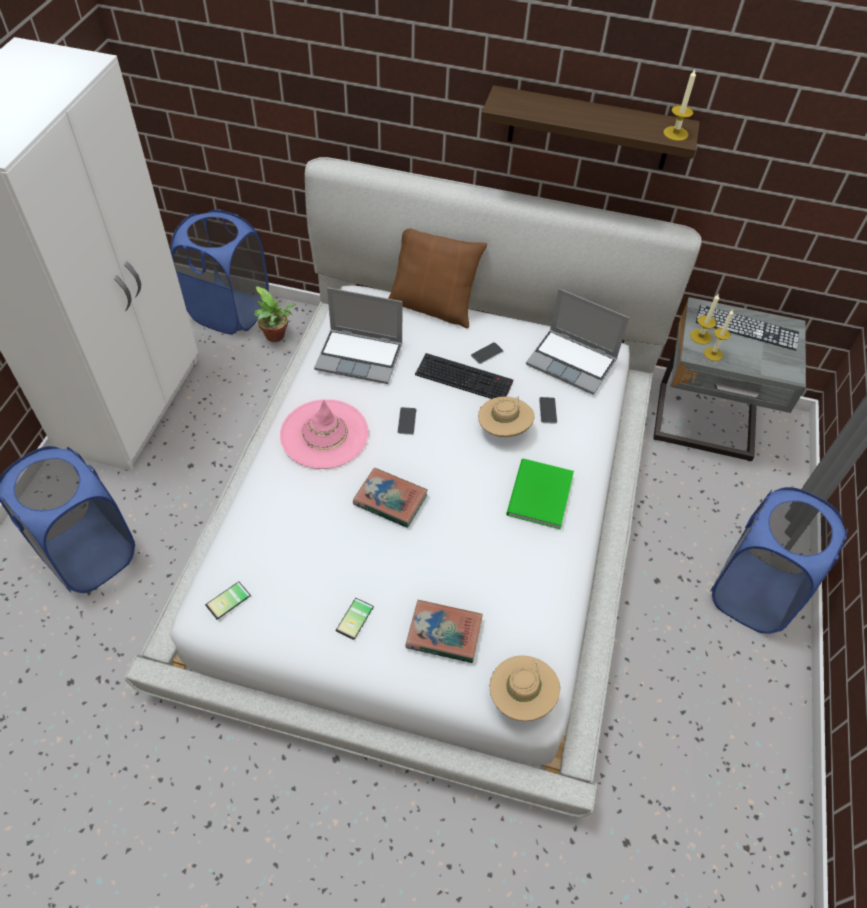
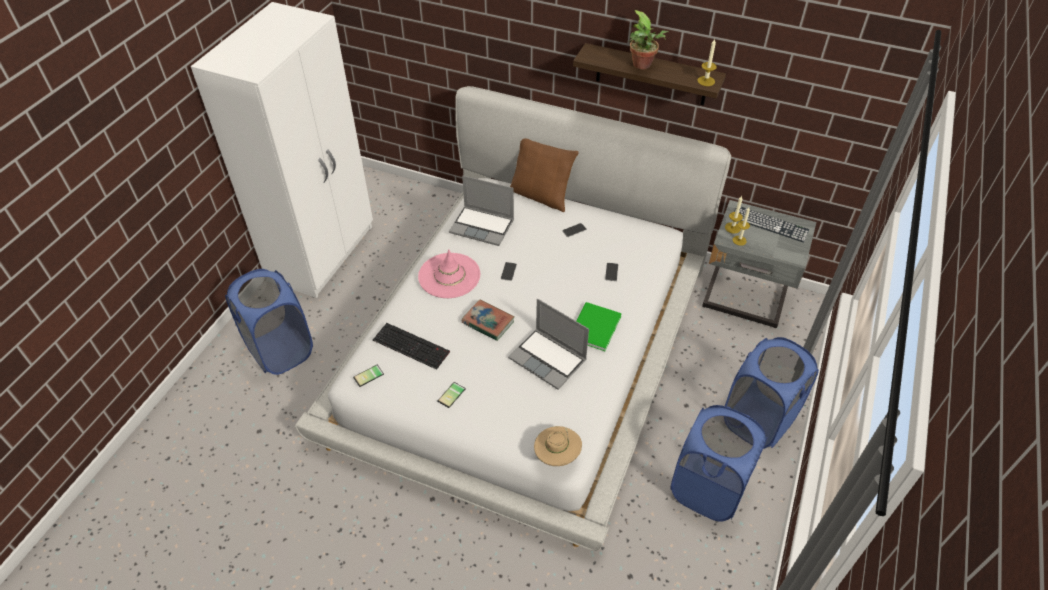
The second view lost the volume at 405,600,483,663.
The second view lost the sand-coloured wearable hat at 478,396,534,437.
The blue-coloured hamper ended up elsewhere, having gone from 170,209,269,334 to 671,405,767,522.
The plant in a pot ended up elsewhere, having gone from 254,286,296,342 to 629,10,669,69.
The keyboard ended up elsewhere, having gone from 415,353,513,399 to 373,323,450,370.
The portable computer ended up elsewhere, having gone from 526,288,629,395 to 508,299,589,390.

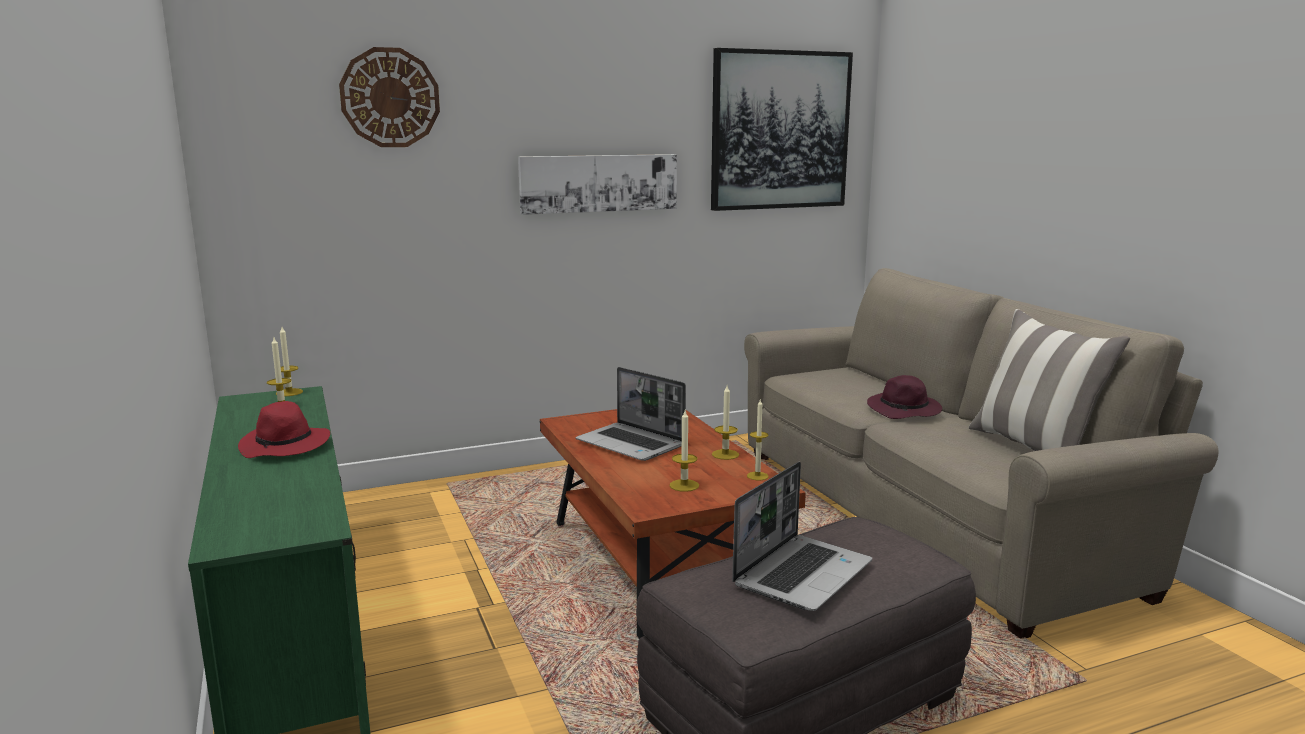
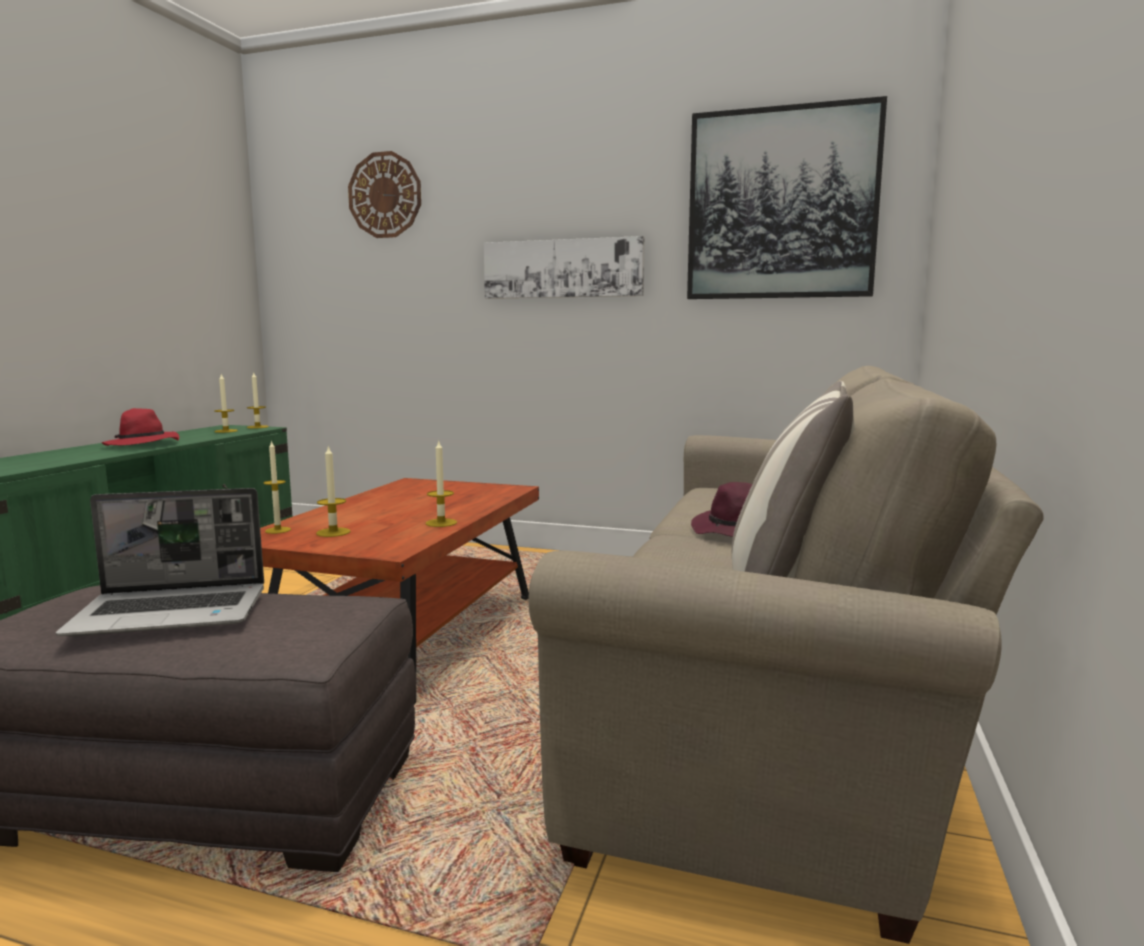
The second view lost the portable computer at 575,367,686,461.
The wax light ended up elsewhere, having gone from 747,400,768,480 to 263,440,291,534.

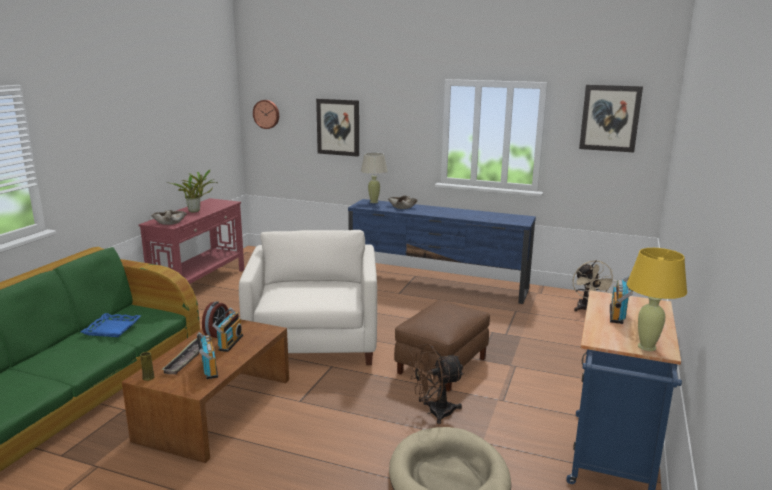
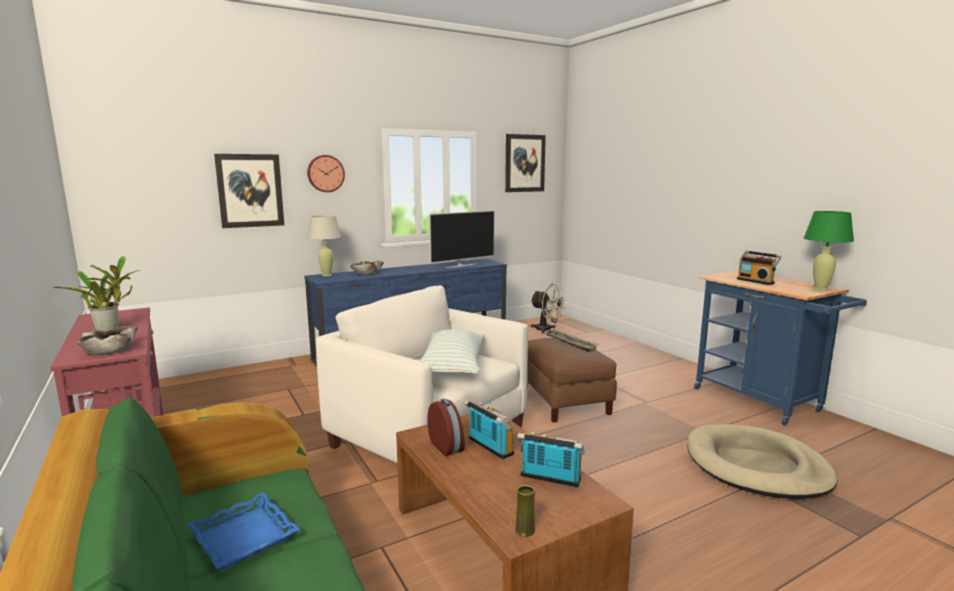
The second view lost the brownish electric fan at 409,344,465,424.
The second view gained the pillow at 420,329,485,375.
The second view gained the TV set at 429,210,495,268.
The carrying tray ended up elsewhere, having gone from 161,338,212,375 to 545,330,598,352.
The wall clock ended up elsewhere, having gone from 253,100,279,129 to 307,155,345,192.
What was the yellow-coloured tabletop lamp at 627,248,687,351 turned into the greenish tabletop lamp at 804,211,854,290.

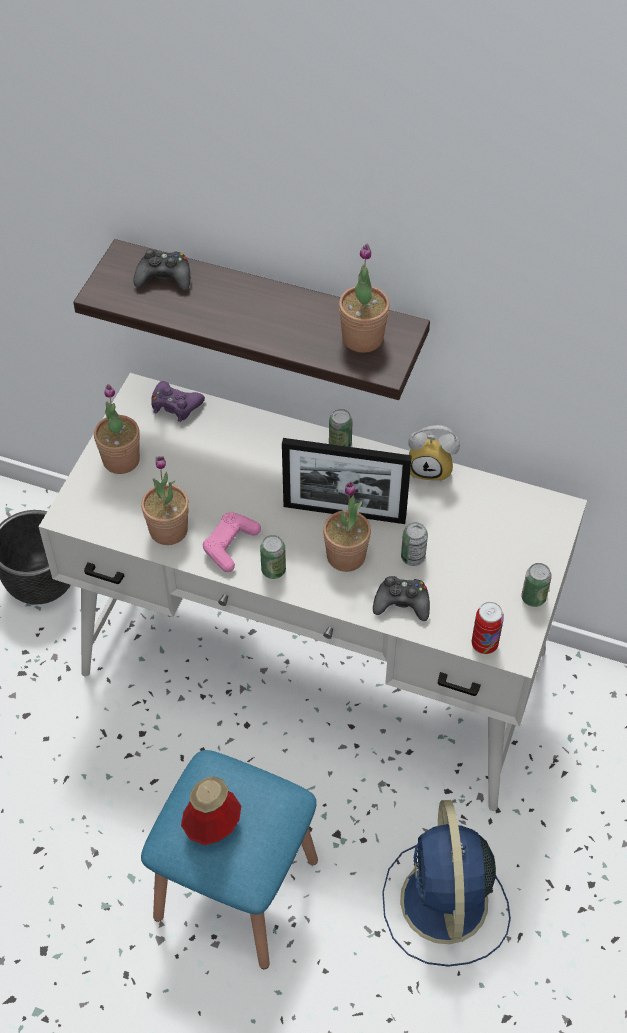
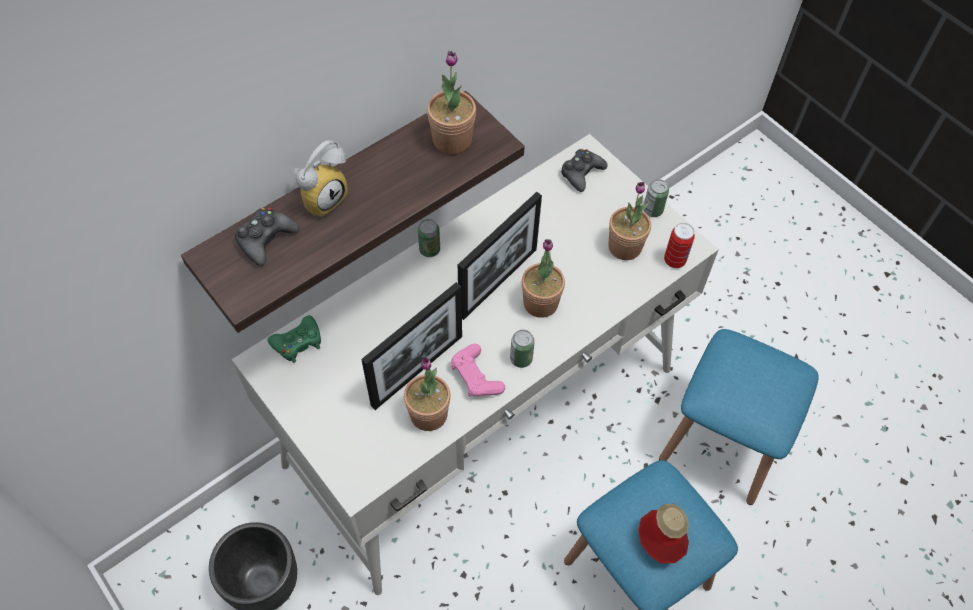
The second view lost the sealed can at 401,522,428,566.
The second view gained the picture frame at 361,282,462,410.
The plant in a pot ended up elsewhere, having gone from 94,384,140,474 to 608,182,651,260.
The black gamepad ended up elsewhere, having gone from 373,576,430,621 to 561,149,608,192.
The bedside clock ended up elsewhere, having gone from 409,425,460,482 to 293,140,348,217.
Where the blue-coloured electric fan stood at 382,800,511,967, the blue-coloured sitting stool came to stand at 659,329,819,505.
What was the purple gamepad at 151,381,205,422 turned into the greenish gamepad at 267,315,321,363.

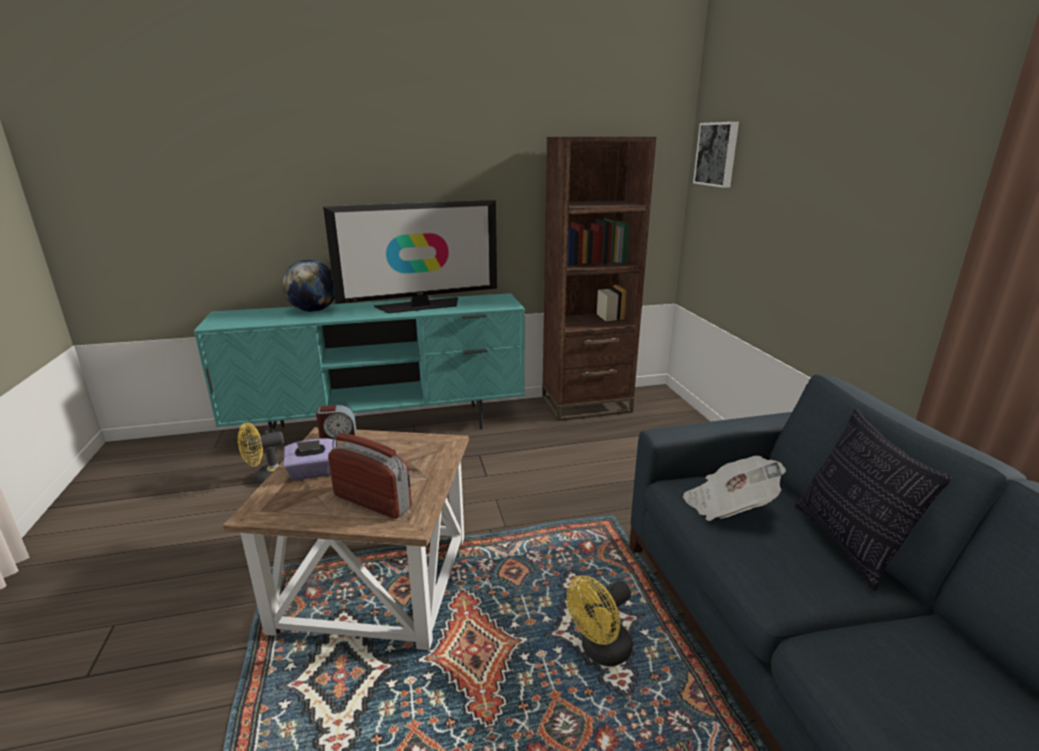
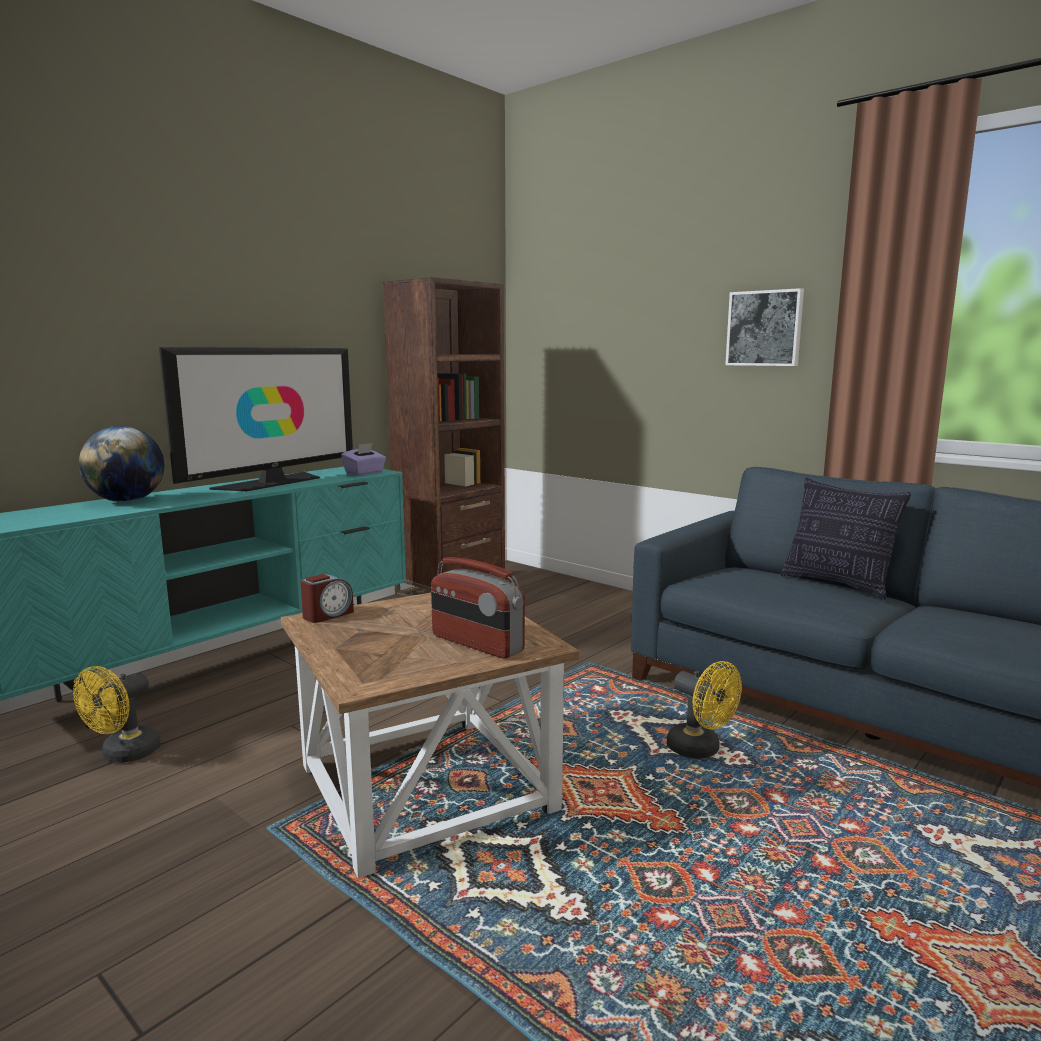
The second view lost the printed paper at 683,456,786,521.
The purple box of tissues ended up elsewhere, having gone from 284,438,336,480 to 341,443,386,476.
The picture ended up elsewhere, having gone from 693,122,739,188 to 725,288,804,366.
The radio at 328,433,412,519 ended up facing another way, 135 degrees counterclockwise from before.
The yellow-coloured electric fan at 567,575,633,666 ended up facing another way, 60 degrees counterclockwise from before.

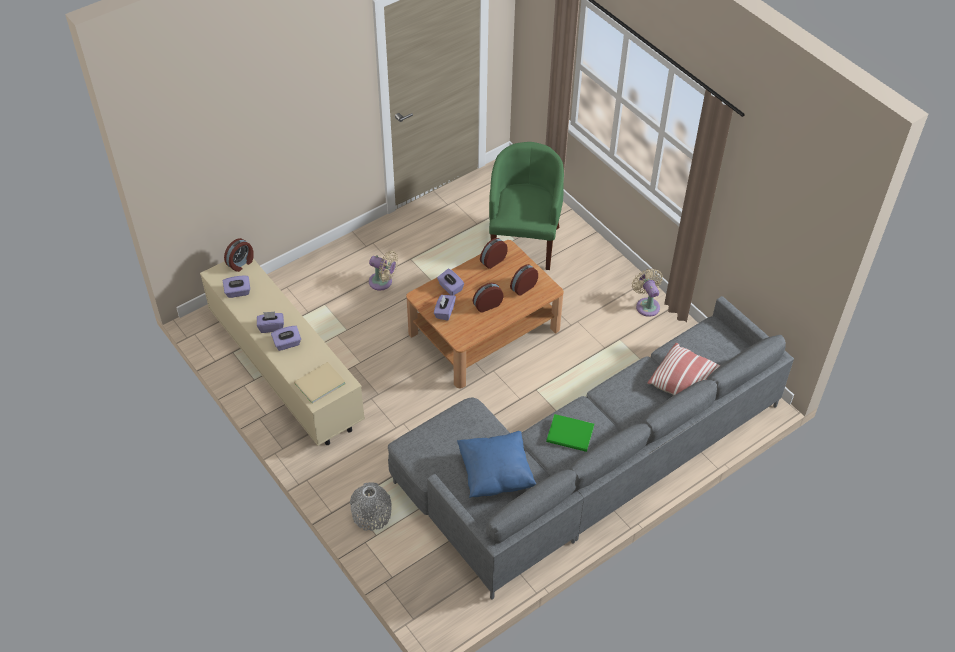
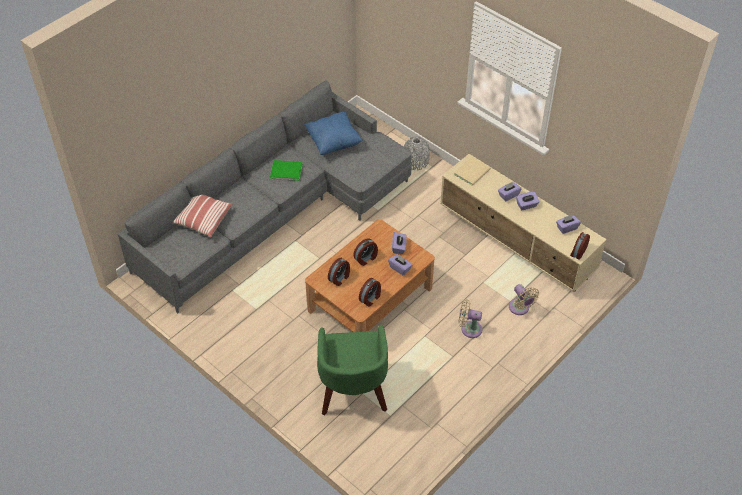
The sand-coloured electric fan ended up elsewhere, having gone from 632,268,663,317 to 509,284,539,315.

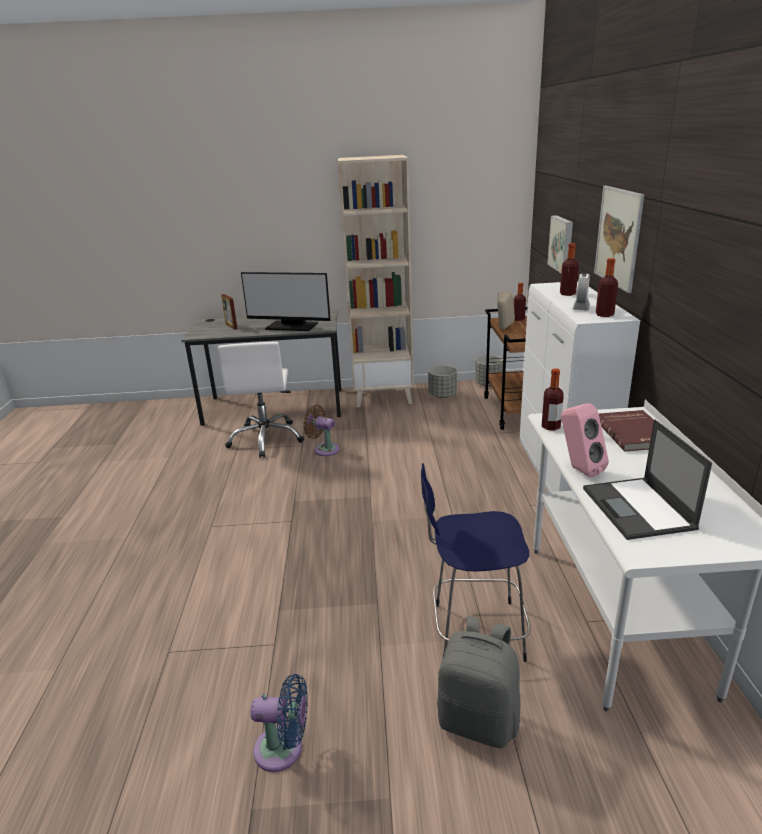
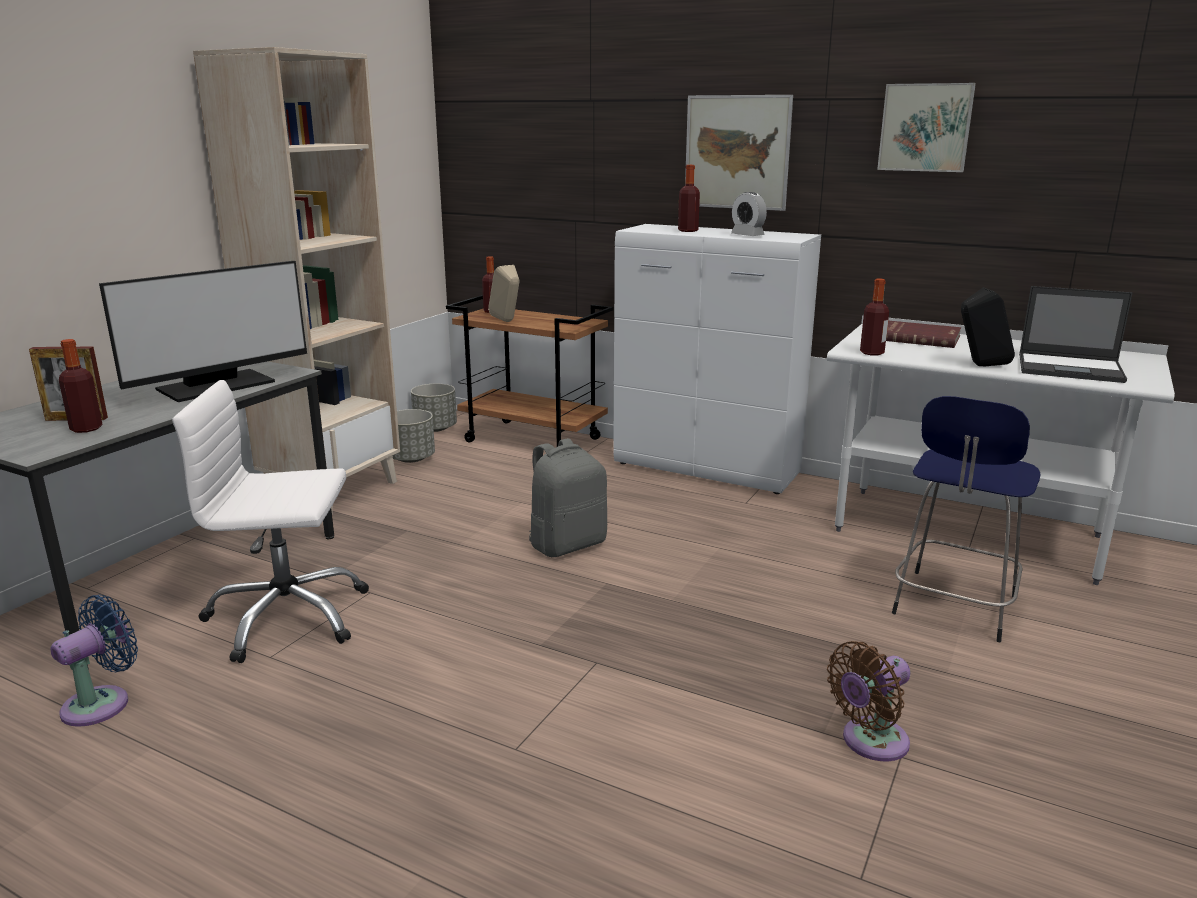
The blue-coloured electric fan ended up elsewhere, having gone from 250,674,308,772 to 50,595,138,727.
The brownish electric fan ended up elsewhere, having gone from 303,405,340,456 to 827,641,910,761.
The gray backpack ended up elsewhere, having gone from 437,616,520,748 to 529,438,607,557.
The picture ended up elsewhere, having gone from 547,215,573,273 to 877,83,976,172.
The drink bottle ended up elsewhere, having gone from 596,258,618,317 to 59,339,102,433.
What was the pink-coloured speaker at 561,403,609,478 turned into the black speaker at 961,287,1015,366.
The whitish office chair at 218,342,304,458 ended up facing another way, 150 degrees clockwise from before.

